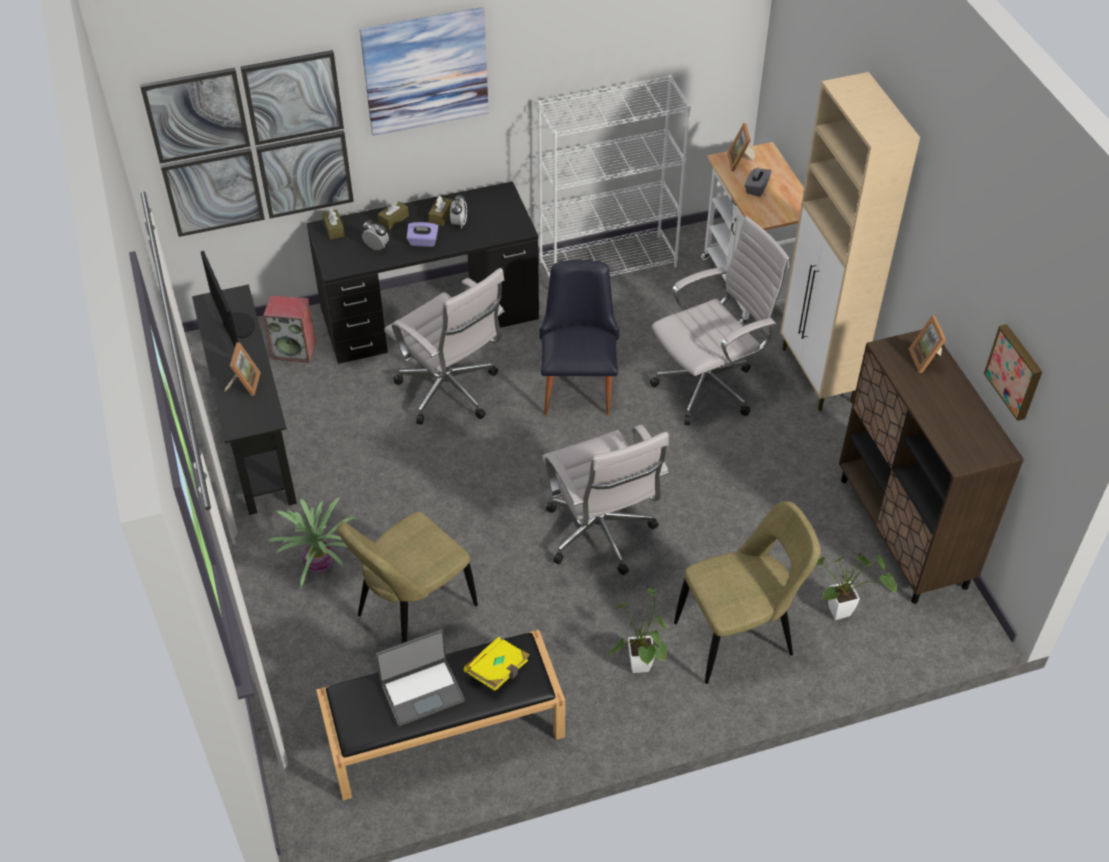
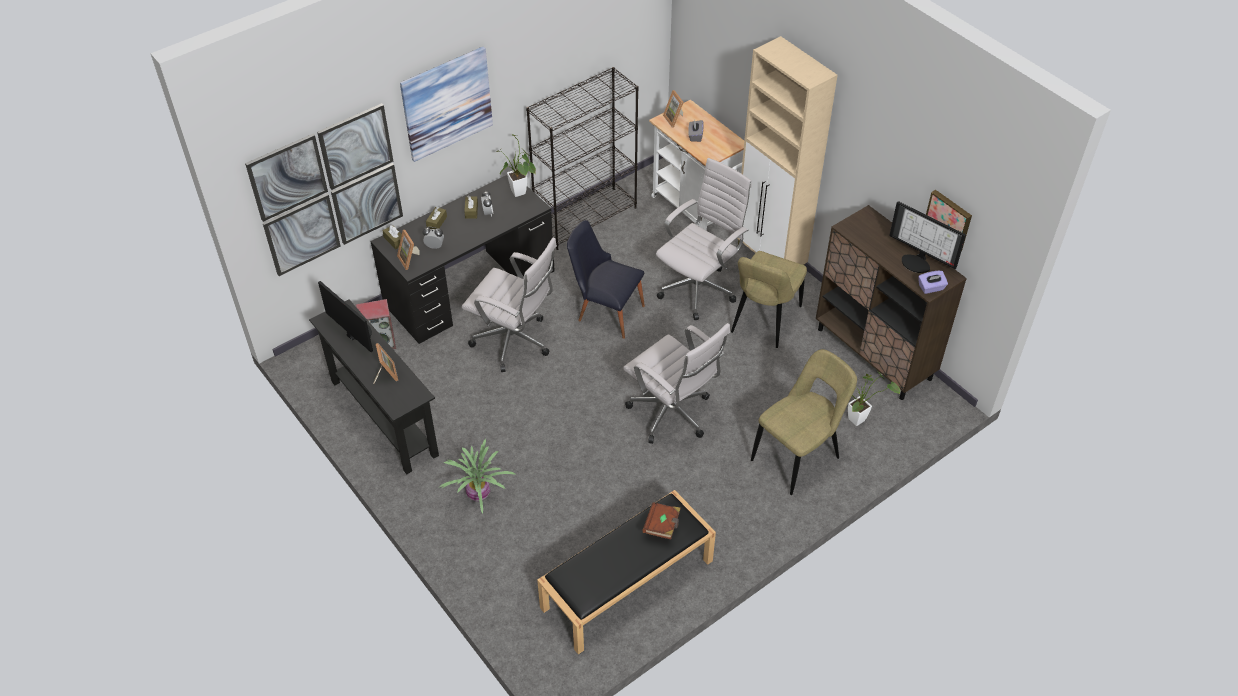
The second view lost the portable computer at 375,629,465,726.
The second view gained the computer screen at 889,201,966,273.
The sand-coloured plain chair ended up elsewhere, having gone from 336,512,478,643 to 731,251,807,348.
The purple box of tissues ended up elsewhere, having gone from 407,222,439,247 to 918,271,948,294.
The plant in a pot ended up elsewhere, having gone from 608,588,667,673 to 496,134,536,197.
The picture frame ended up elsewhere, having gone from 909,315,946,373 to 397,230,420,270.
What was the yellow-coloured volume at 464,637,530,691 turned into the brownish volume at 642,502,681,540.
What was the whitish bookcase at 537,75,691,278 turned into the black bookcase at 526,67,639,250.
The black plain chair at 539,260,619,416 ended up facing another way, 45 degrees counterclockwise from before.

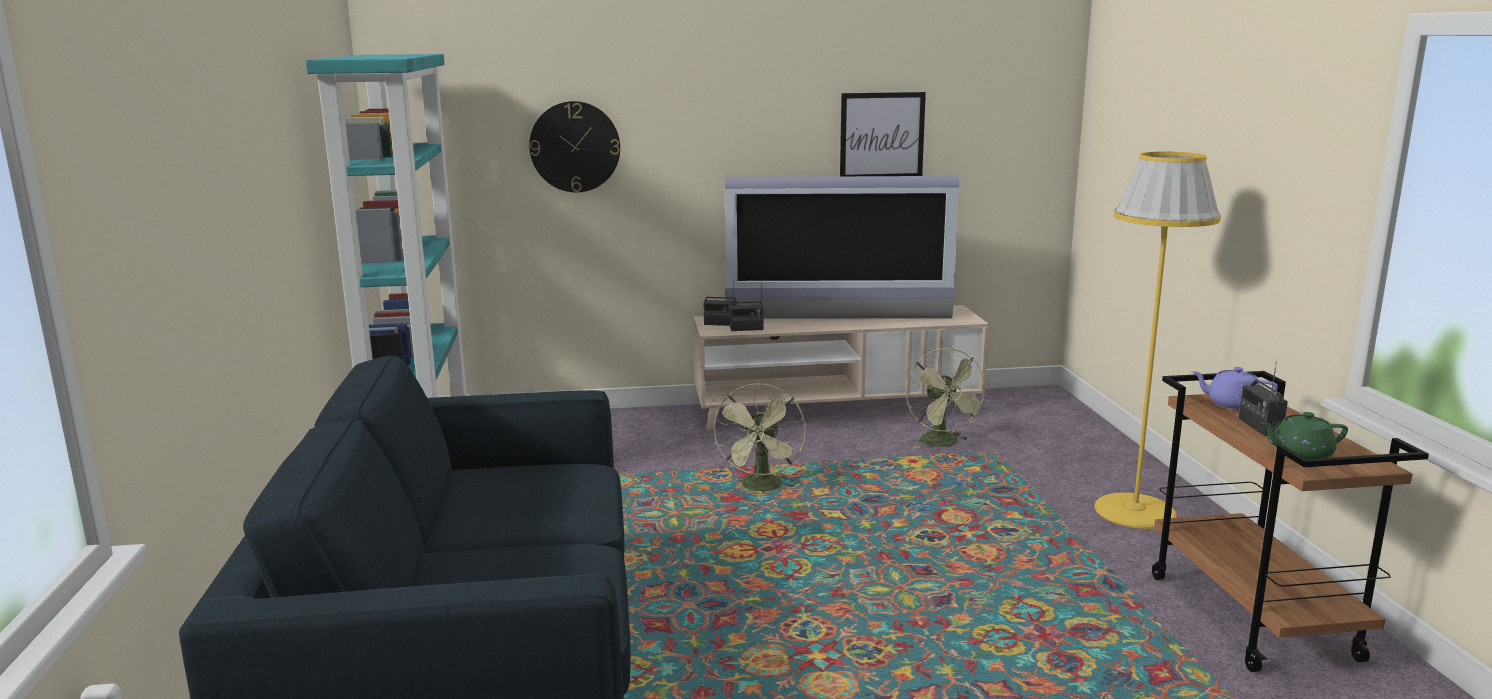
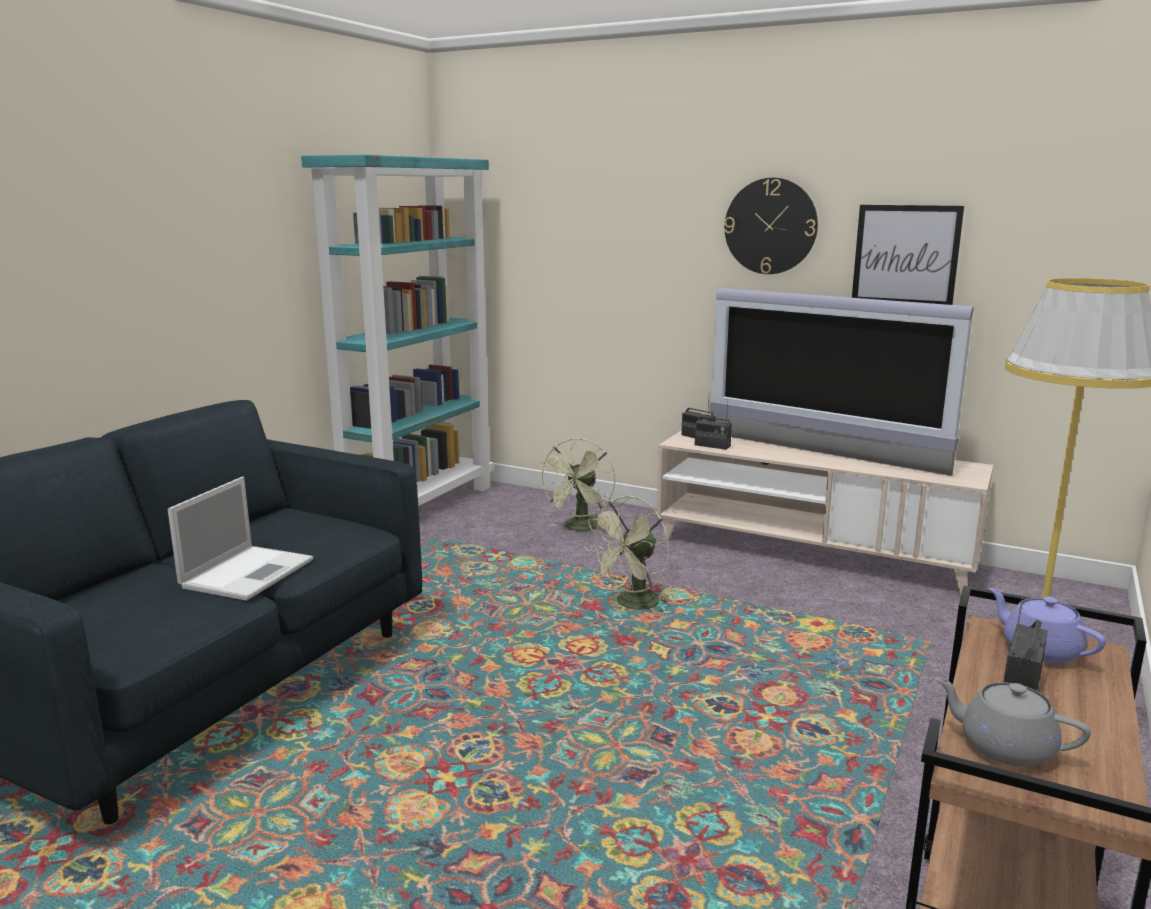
The second view gained the portable computer at 168,477,313,601.
The wall clock ended up elsewhere, having gone from 529,101,620,192 to 724,178,818,274.
The greenish electric fan ended up elsewhere, having gone from 906,348,989,449 to 539,438,615,531.
What was the greenish tea pot at 1260,412,1348,459 turned into the gray tea pot at 935,677,1091,767.

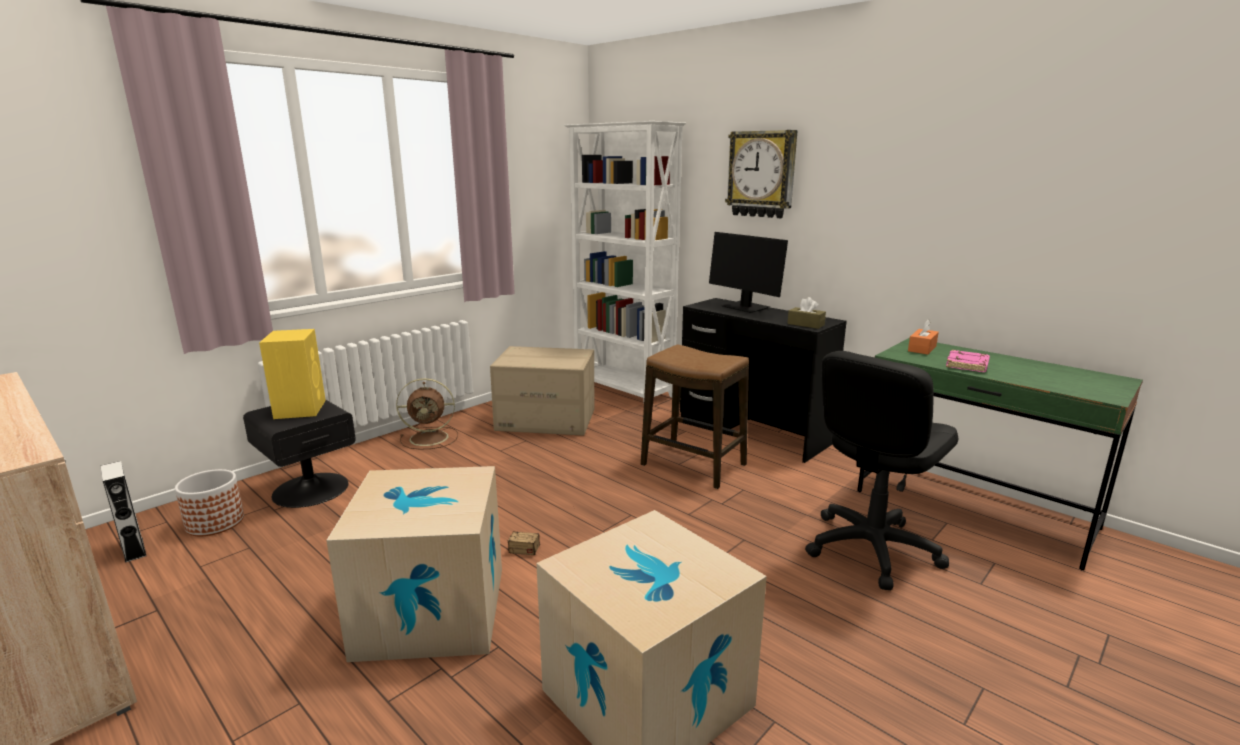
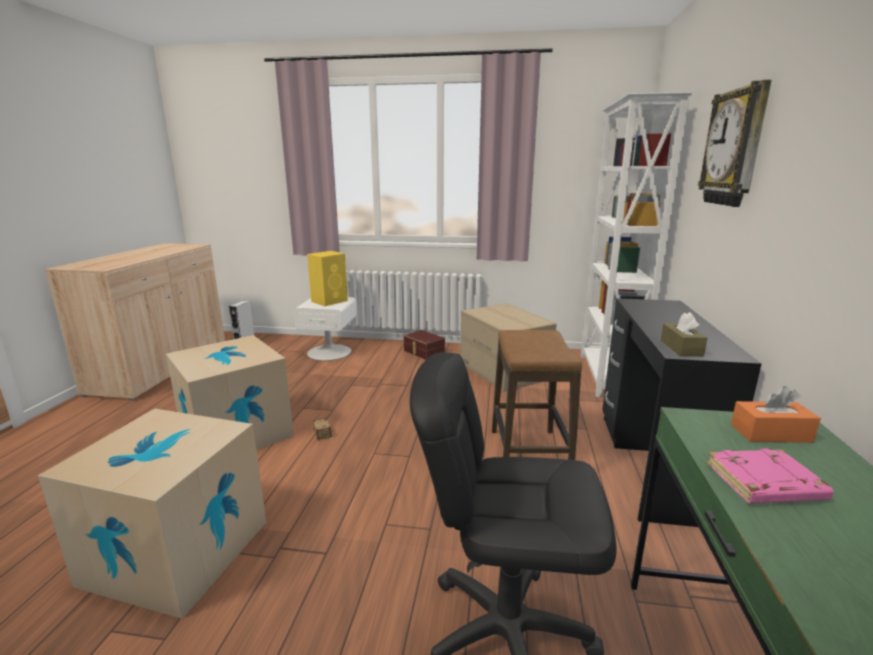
The second view lost the plant pot at 175,469,244,536.
The second view lost the computer screen at 709,232,788,313.
Where the brownish electric fan stood at 396,378,458,450, the brownish storage bin came to stand at 403,330,445,360.
What was the black night table at 243,400,356,508 turned into the whitish night table at 294,297,357,361.

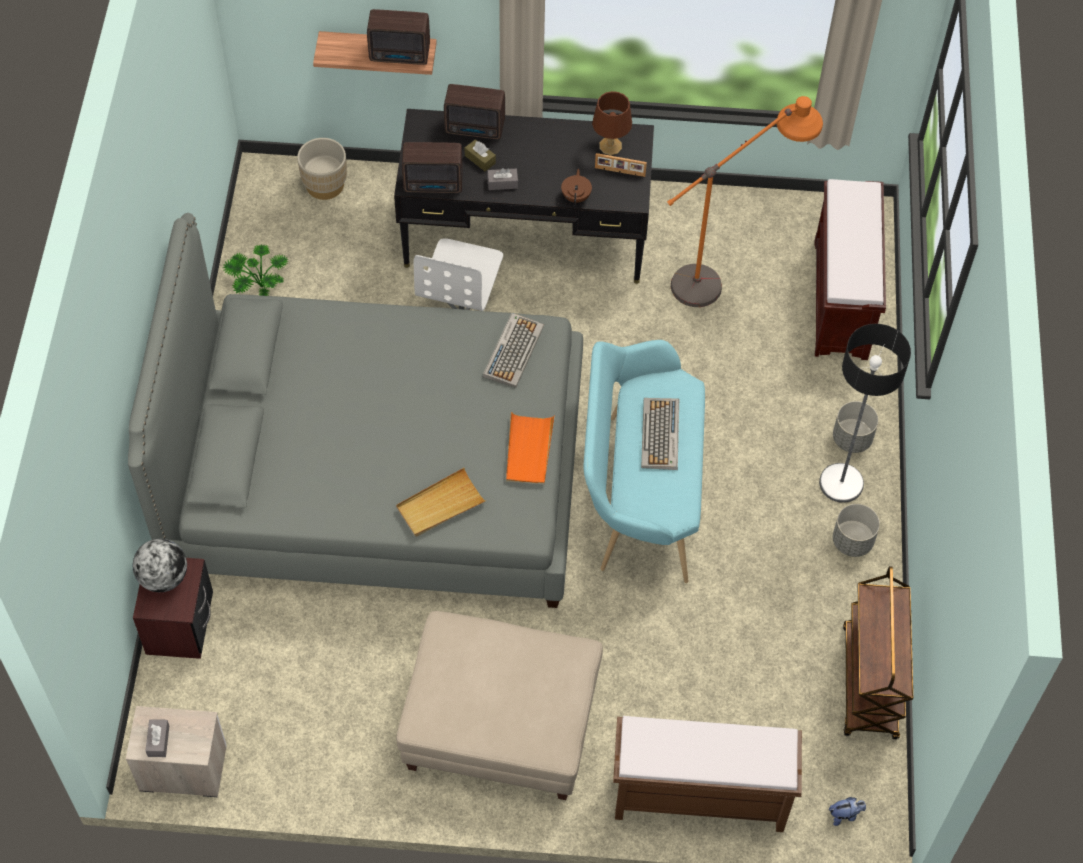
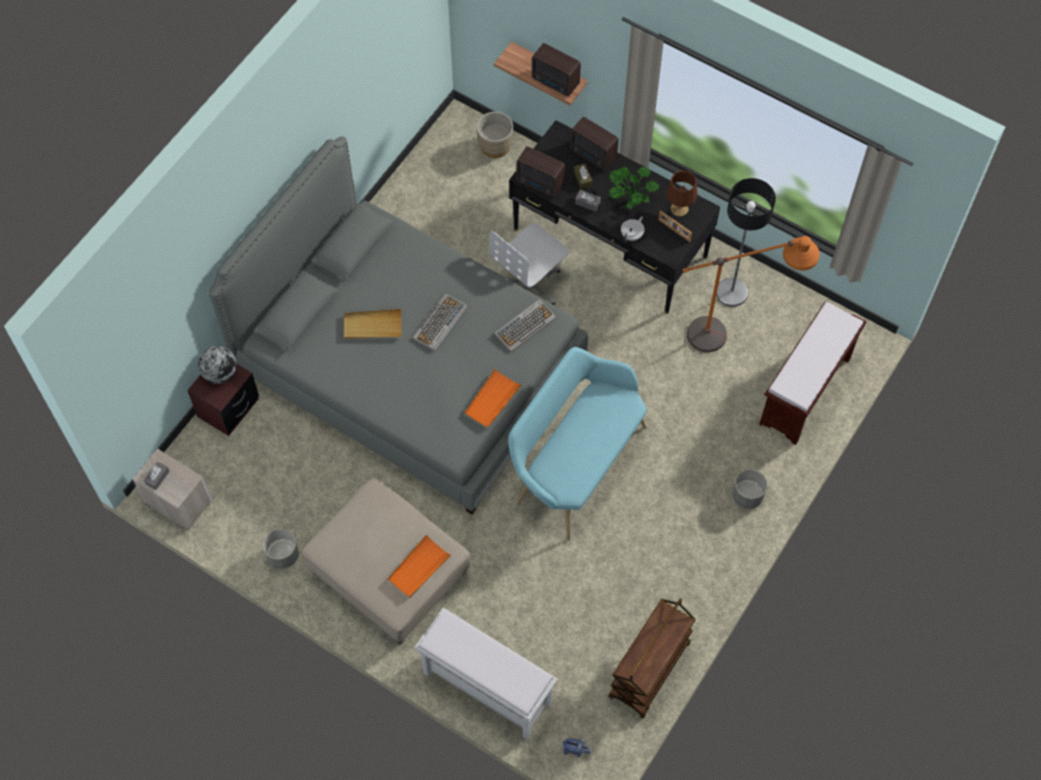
The second view gained the orange-coloured carrying tray at 388,534,452,598.
The plant in a pot ended up elsewhere, having gone from 223,245,289,296 to 608,167,660,209.
The sand-coloured carrying tray ended up elsewhere, having gone from 396,468,486,537 to 344,309,402,340.
The keyboard ended up elsewhere, having gone from 641,398,679,470 to 412,294,467,351.
The floor lamp ended up elsewhere, having gone from 819,324,911,503 to 716,178,776,307.
The gray plant pot ended up elsewhere, having gone from 833,504,880,557 to 263,529,299,569.
What was the brownish tea pot at 561,169,592,206 turned into the whitish tea pot at 621,216,645,242.
What was the brownish bench at 613,716,802,832 turned into the whitish bench at 414,608,558,740.

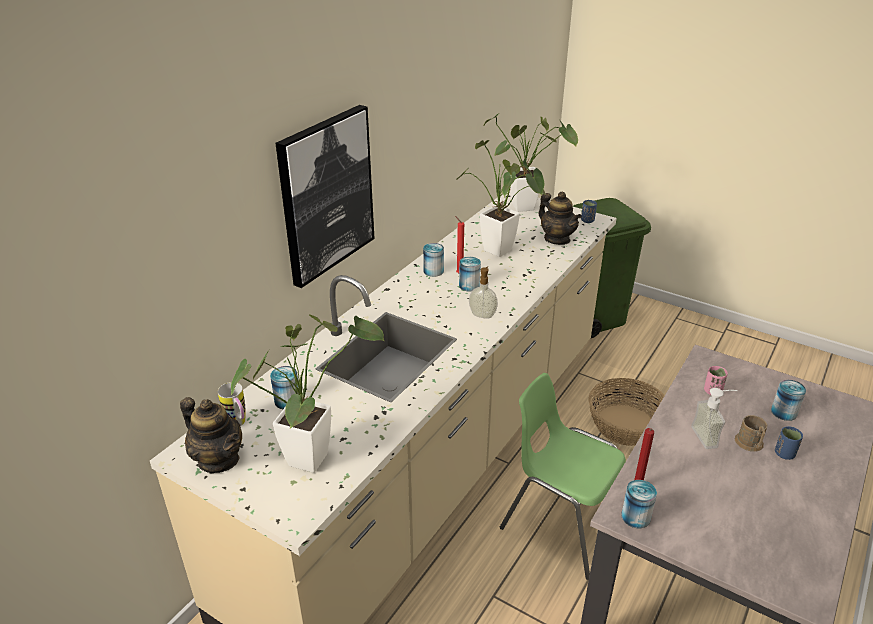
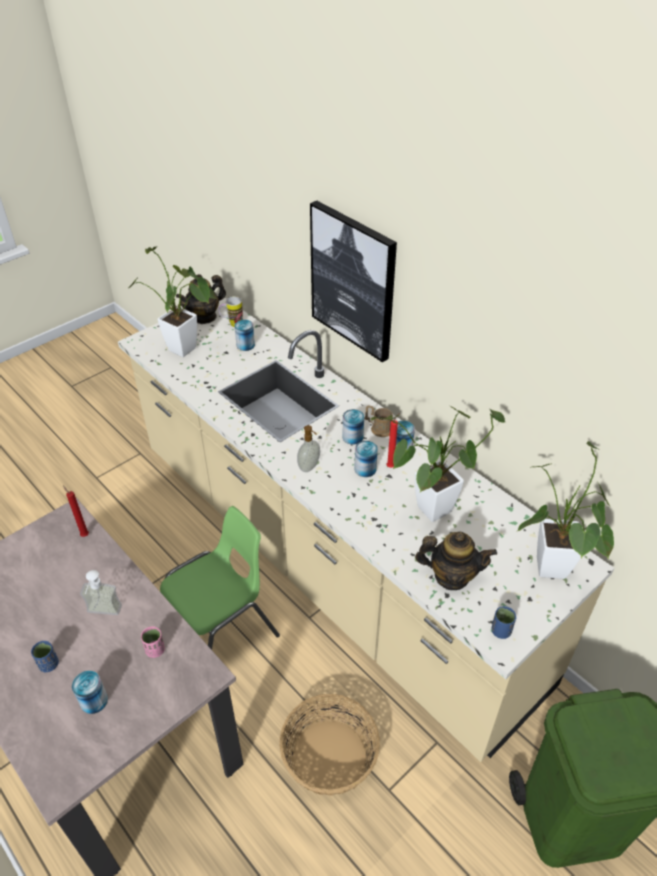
The sealed can ended up elsewhere, having gone from 621,480,657,528 to 342,409,364,445.
The brownish mug ended up elsewhere, having gone from 735,415,767,452 to 365,405,393,437.
The tea pot at 538,192,582,245 ended up facing another way, 150 degrees counterclockwise from before.

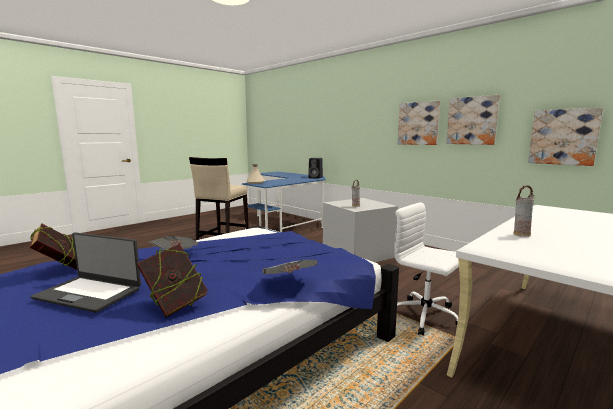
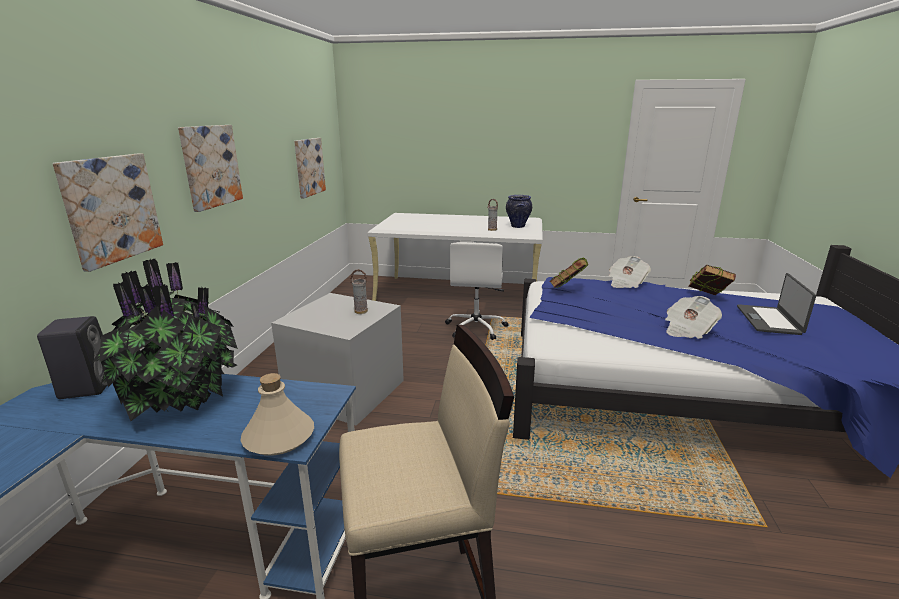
The second view gained the plant in a pot at 92,259,238,421.
The second view gained the flower vase at 506,195,532,228.
The volume ended up elsewhere, having gone from 29,223,77,270 to 550,257,589,288.
The picture ended up elsewhere, having gone from 446,95,500,145 to 53,154,163,272.
The portable computer at 30,232,141,313 ended up facing another way, 150 degrees counterclockwise from before.

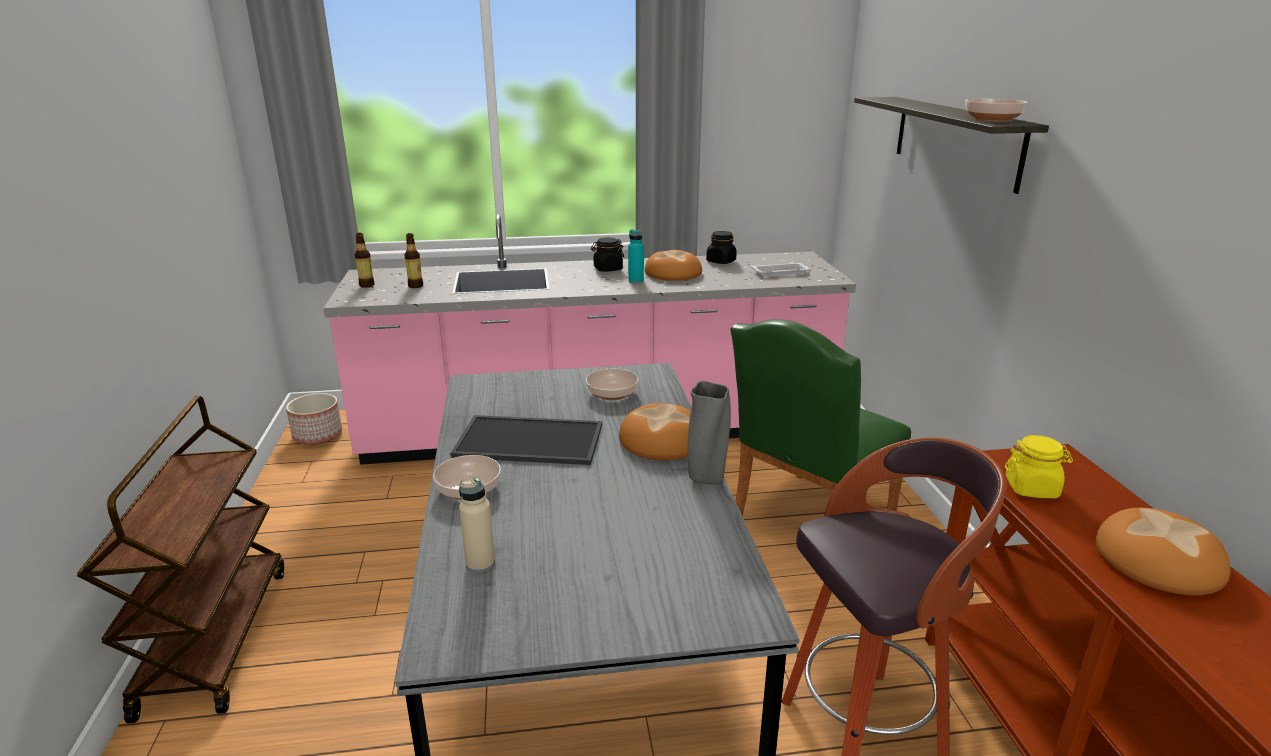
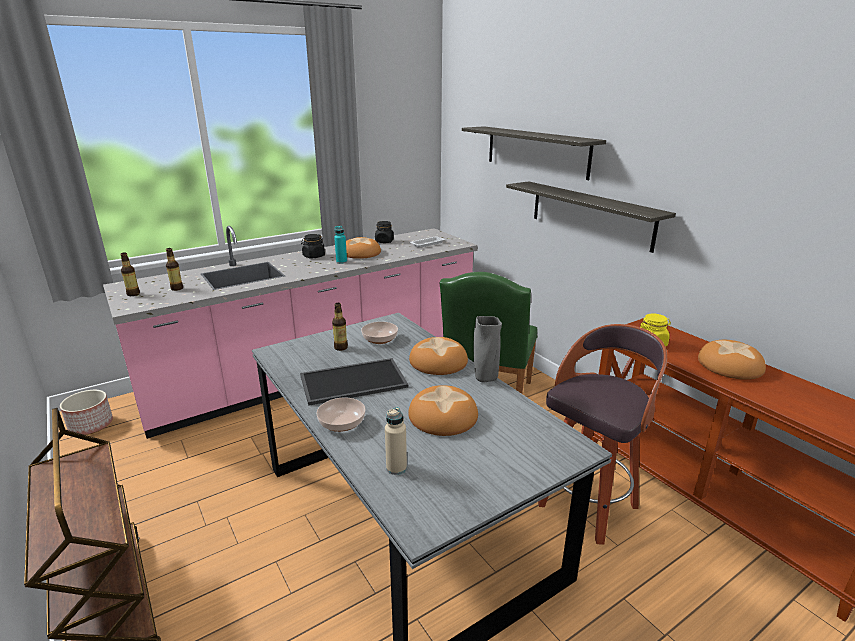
The second view lost the serving bowl at 965,99,1027,122.
The second view gained the drink bottle at 332,303,348,351.
The second view gained the bread at 408,385,478,436.
The second view gained the shelf at 506,181,676,253.

